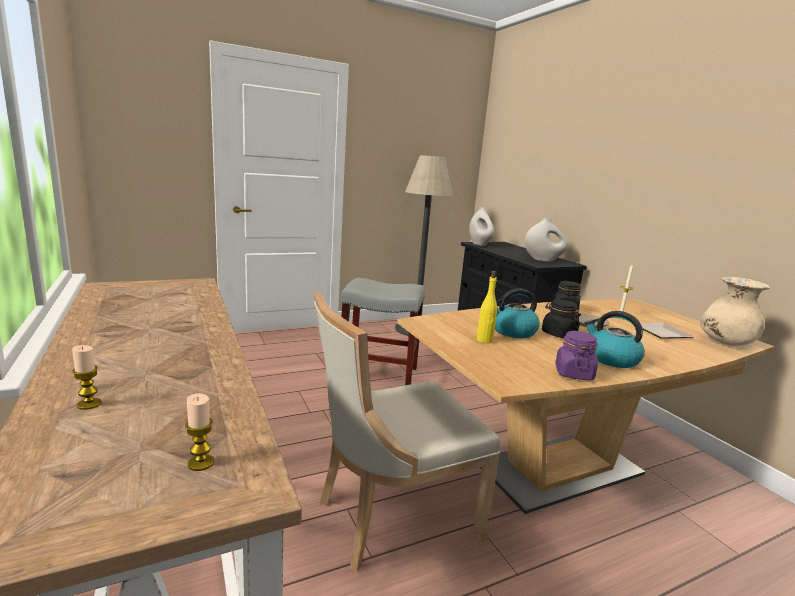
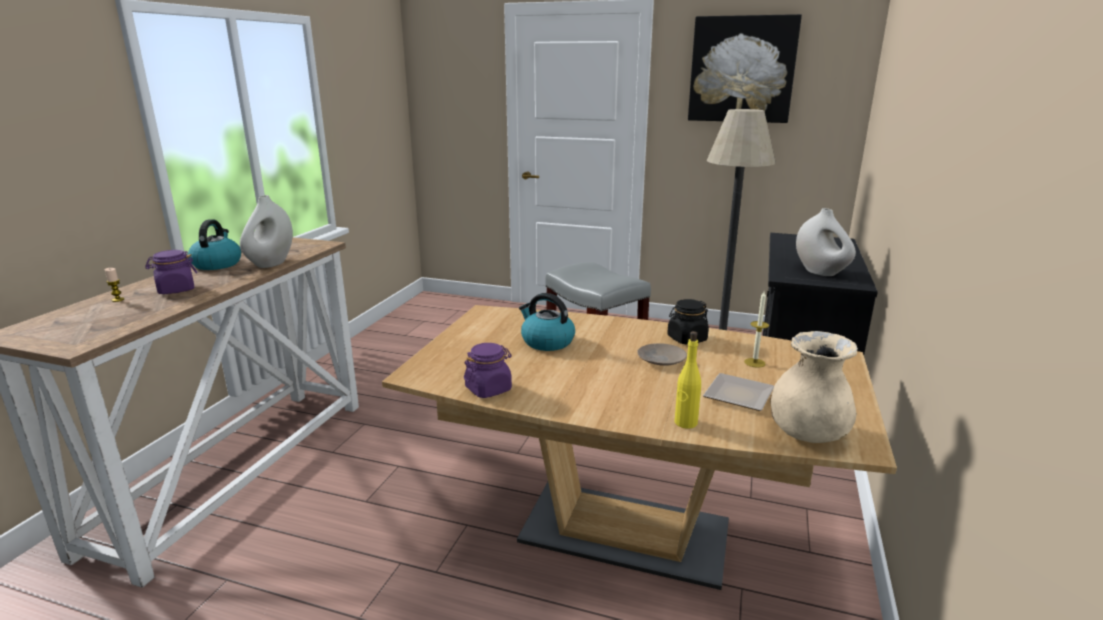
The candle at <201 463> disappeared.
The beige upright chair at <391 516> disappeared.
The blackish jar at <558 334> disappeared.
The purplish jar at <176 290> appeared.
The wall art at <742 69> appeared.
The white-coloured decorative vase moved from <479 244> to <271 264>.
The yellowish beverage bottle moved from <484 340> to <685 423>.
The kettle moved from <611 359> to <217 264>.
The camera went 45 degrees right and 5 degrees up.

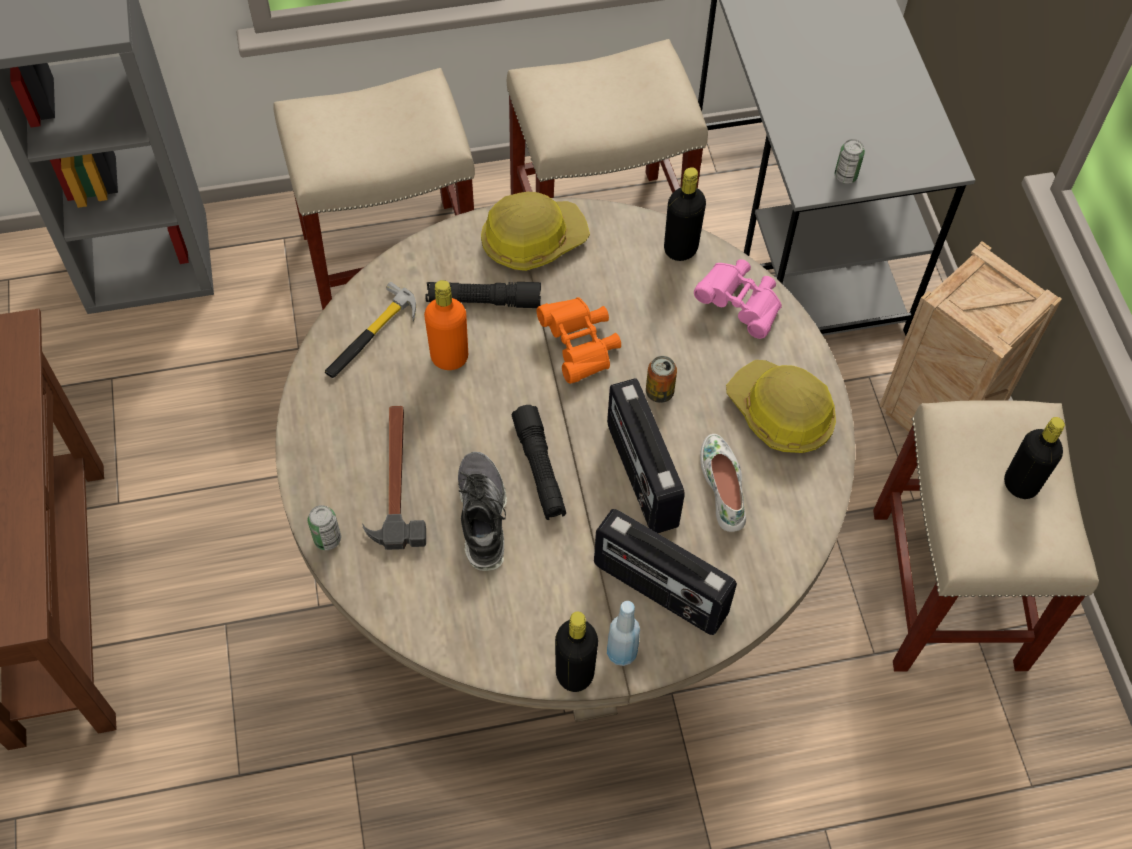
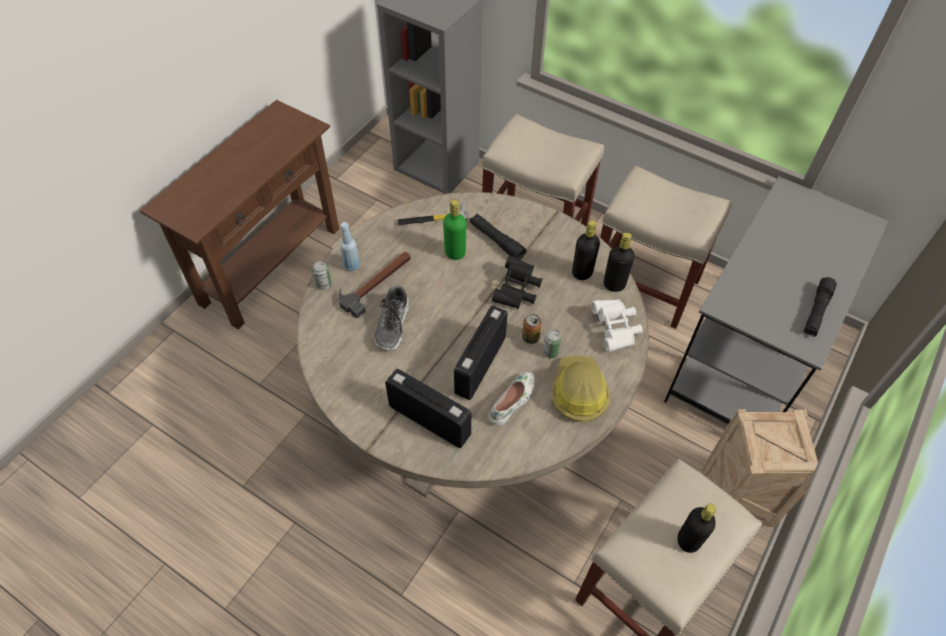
The work helmet at <532 239> disappeared.
The blackish torch moved from <539 469> to <816 311>.
The blackish beverage bottle moved from <574 673> to <582 273>.
The blue beverage bottle moved from <621 652> to <351 265>.
The can moved from <845 176> to <550 352>.
The orange beverage bottle at <449 357> became the greenish beverage bottle at <455 252>.
The orange pair of binoculars at <580 347> became the blackish pair of binoculars at <517 291>.
The pinkish pair of binoculars at <740 305> became the white-coloured pair of binoculars at <615 330>.
The shoe at <481 515> turned 150 degrees clockwise.
The radio set at <659 591> turned 135 degrees clockwise.
The camera went 45 degrees right and 5 degrees down.

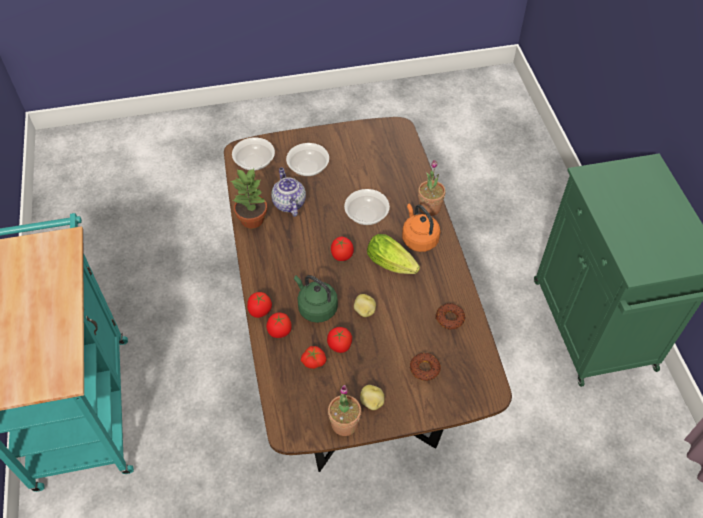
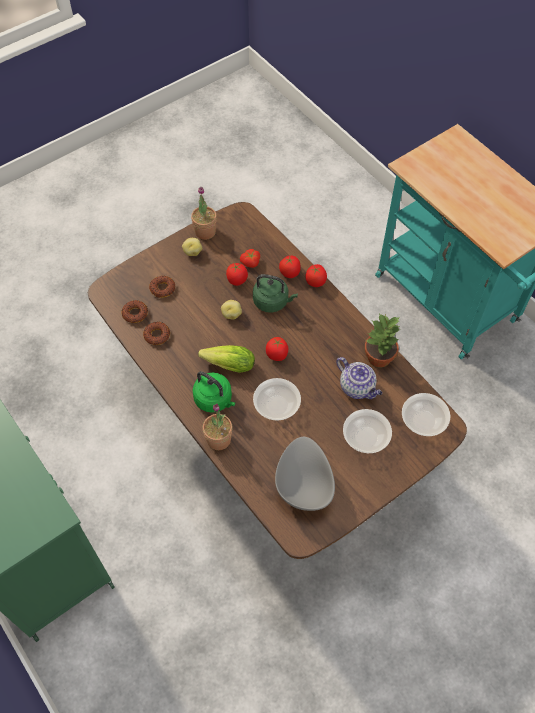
The doughnut at <135 313> appeared.
The gray bowl at <304 486> appeared.
The orange kettle at <419 239> became the greenish kettle at <214 400>.
The camera went 155 degrees right and 5 degrees up.

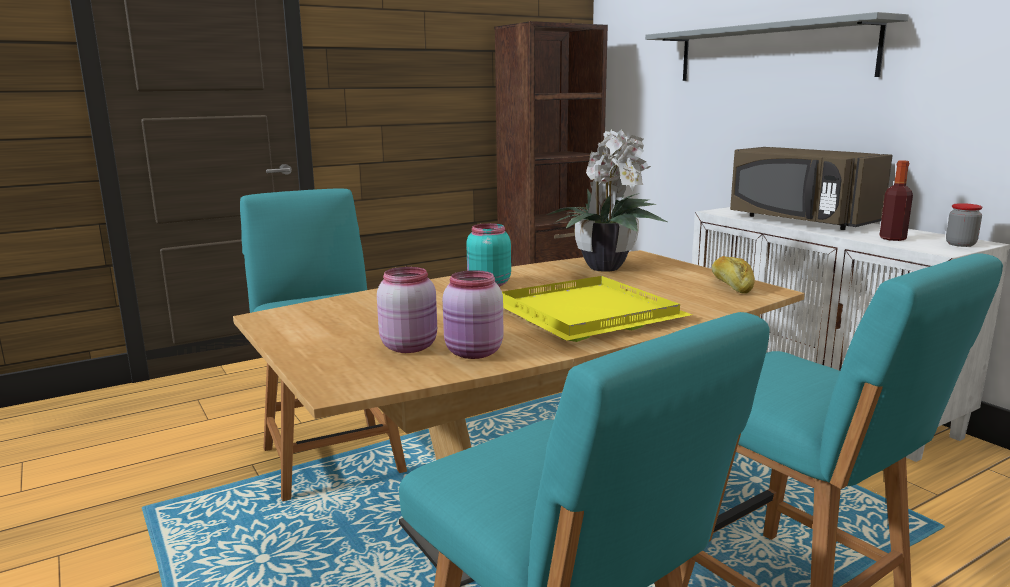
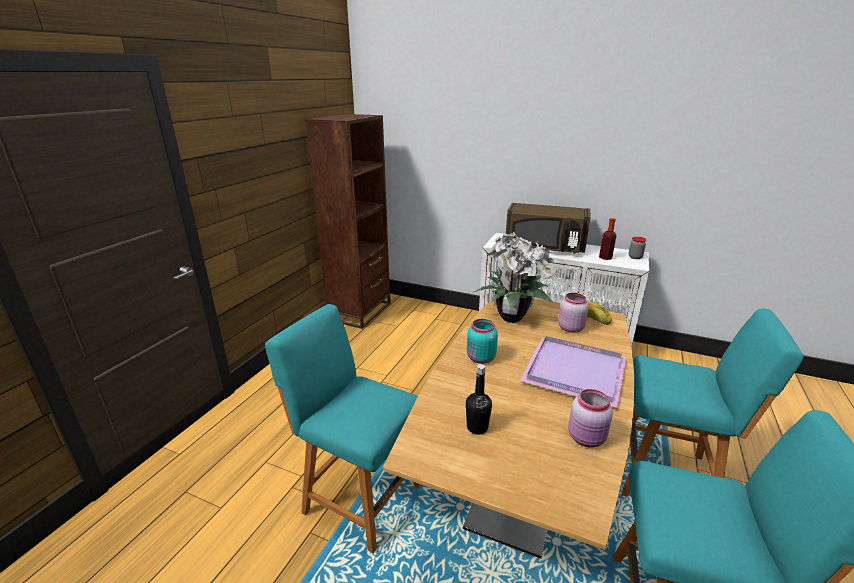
The gray shelf at <771 53> disappeared.
The blackish beverage bottle at <477 427> appeared.
The pinkish jar moved from <410 346> to <570 328>.
The yellowish carrying tray at <587 313> became the purplish carrying tray at <573 370>.
The camera went 35 degrees left and 10 degrees up.

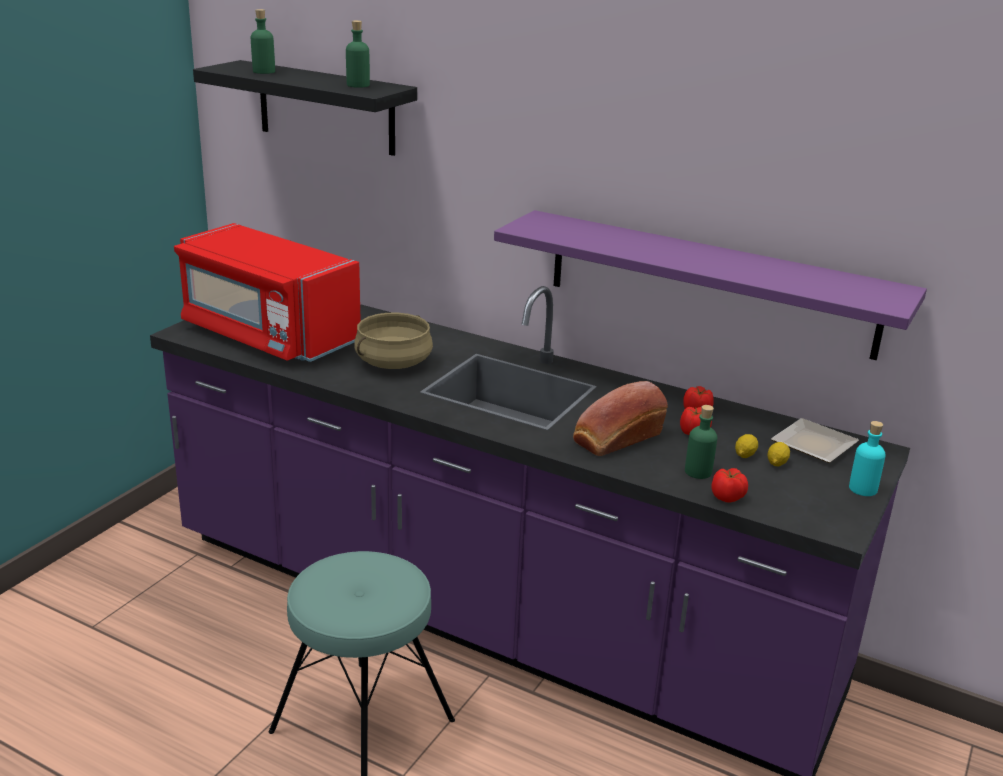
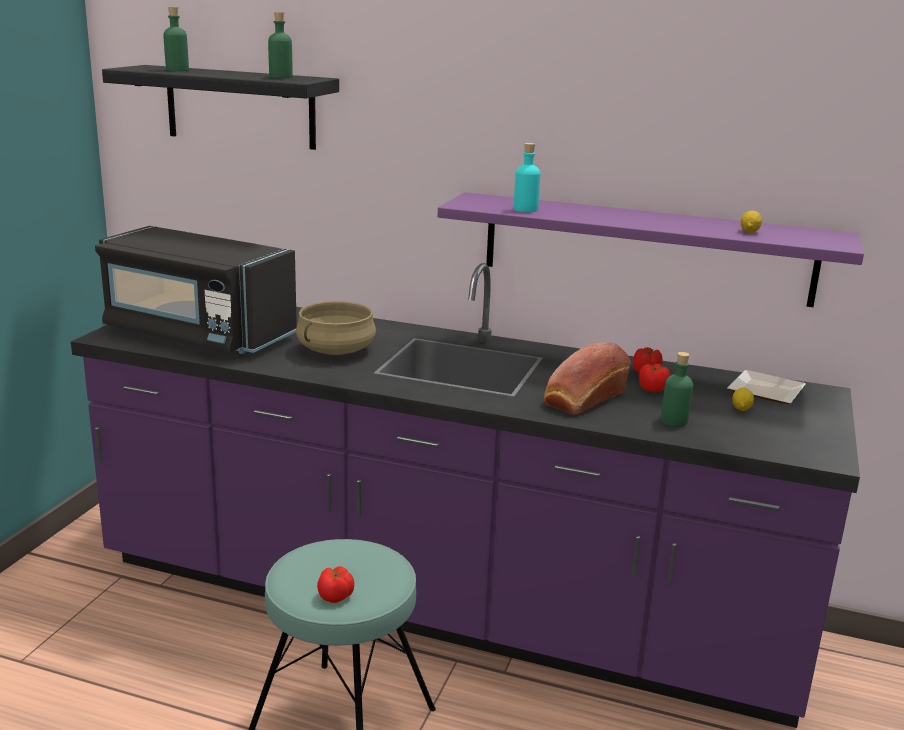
The tomato moved from <728 497> to <336 596>.
The whole lemon moved from <745 454> to <749 231>.
The turquoise-coloured beverage bottle moved from <862 489> to <525 209>.
The reddish kitchen microwave at <268 335> became the blackish kitchen microwave at <197 334>.
The camera went 10 degrees left and 5 degrees down.

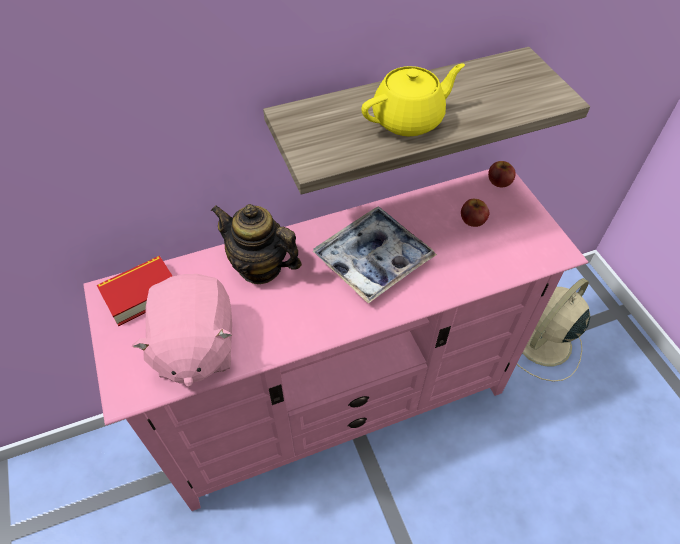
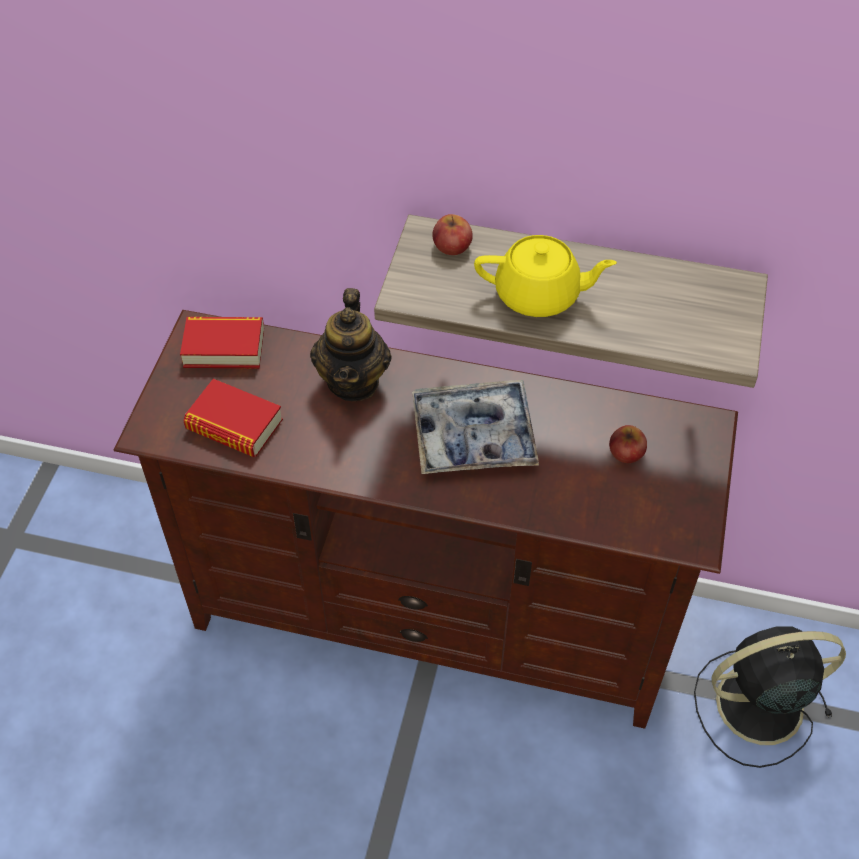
The apple moved from <499 181> to <452 245>.
The pinkish soft toy at <195 347> was replaced by the book at <234 425>.
The pinkish tv stand at <339 404> became the brownish tv stand at <431 617>.
The beige fan at <542 344> became the blackish fan at <755 705>.
The teapot at <260 267> turned 150 degrees counterclockwise.
The camera went 35 degrees right and 0 degrees up.

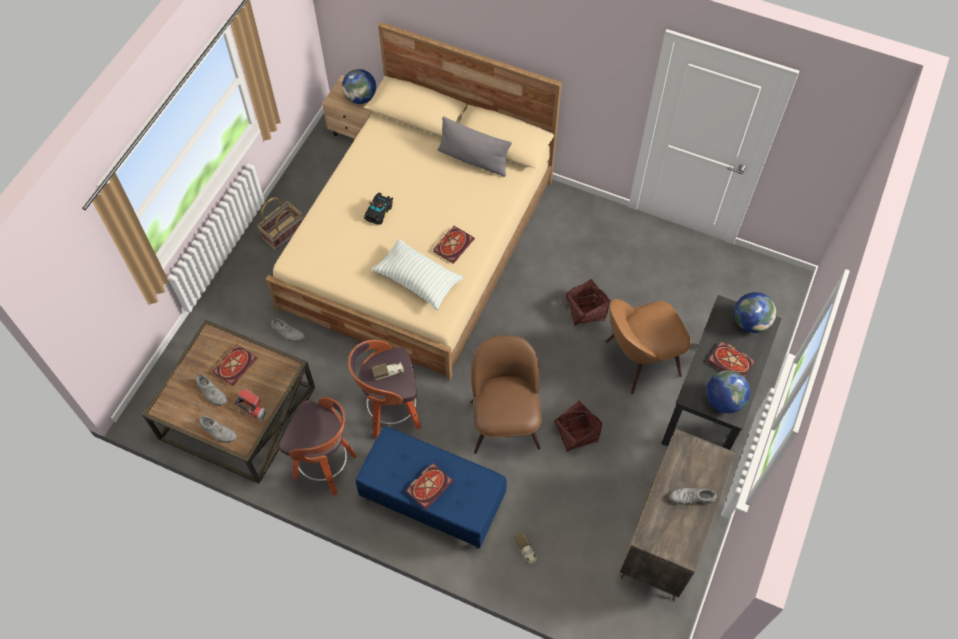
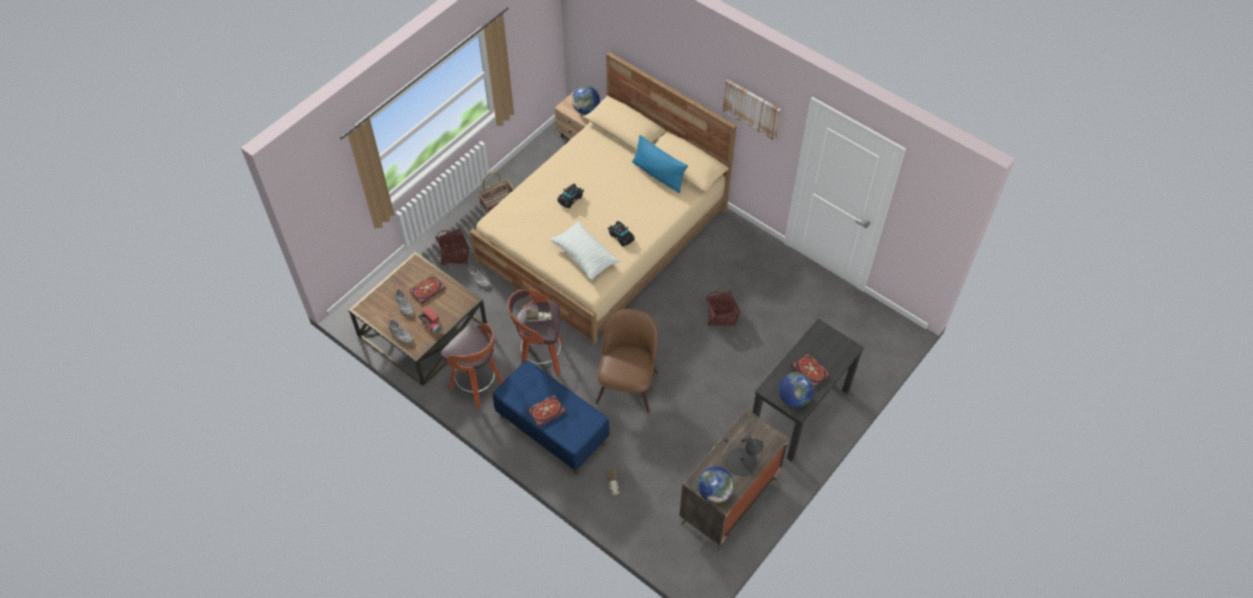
The brownish upright chair at <639 359> disappeared.
The wall art at <752 109> appeared.
The basket moved from <576 433> to <454 255>.
The world globe moved from <750 322> to <715 492>.
The book at <453 244> was replaced by the blackish model car at <621 236>.
The gray shoe at <692 497> was replaced by the blackish tabletop lamp at <742 462>.
The gray throw pillow at <473 159> became the blue throw pillow at <658 174>.
The camera went 15 degrees right and 5 degrees down.

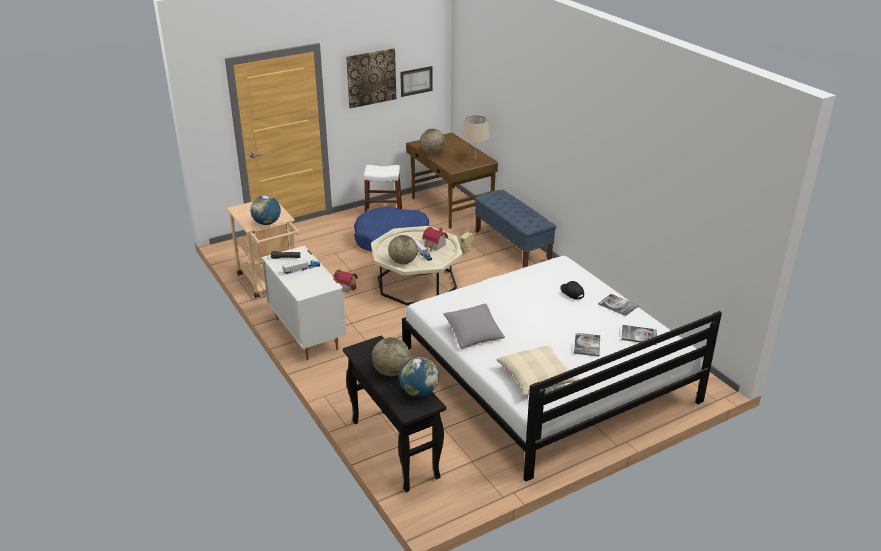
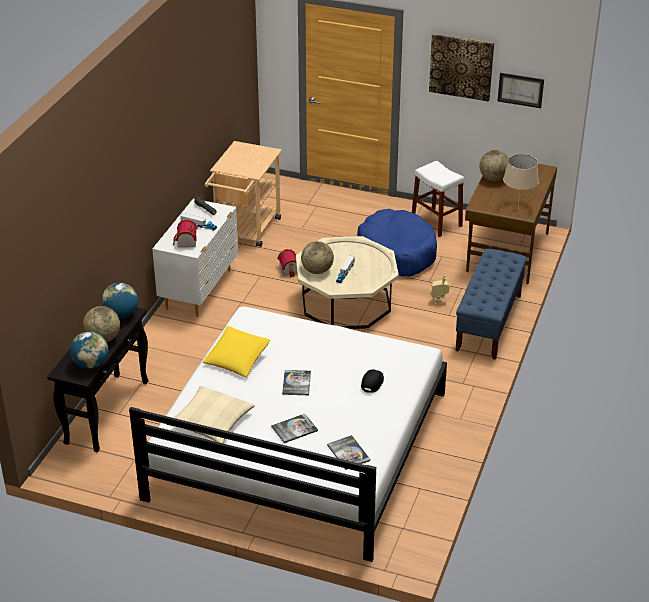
The world globe moved from <267 223> to <121 314>.
The miniature house moved from <434 246> to <185 242>.
The book moved from <618 305> to <296 383>.
The gray throw pillow at <473 333> became the yellowish throw pillow at <237 359>.
The camera went 50 degrees right and 5 degrees up.

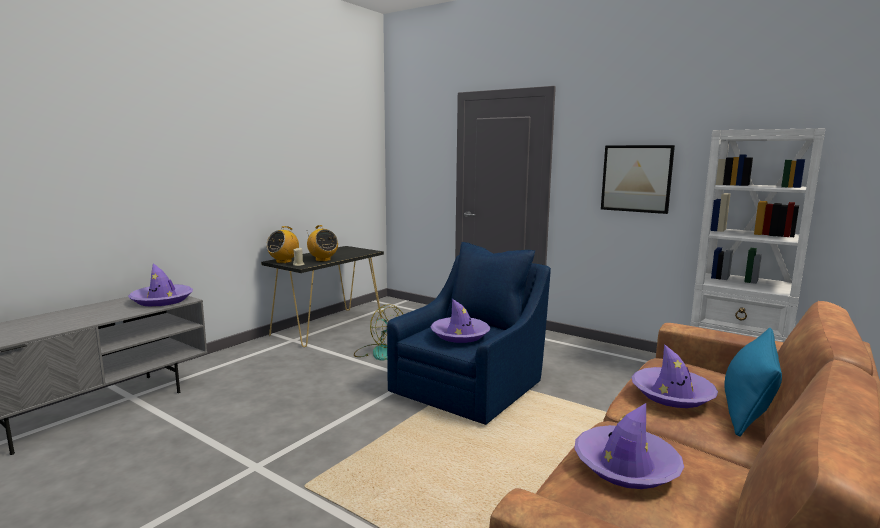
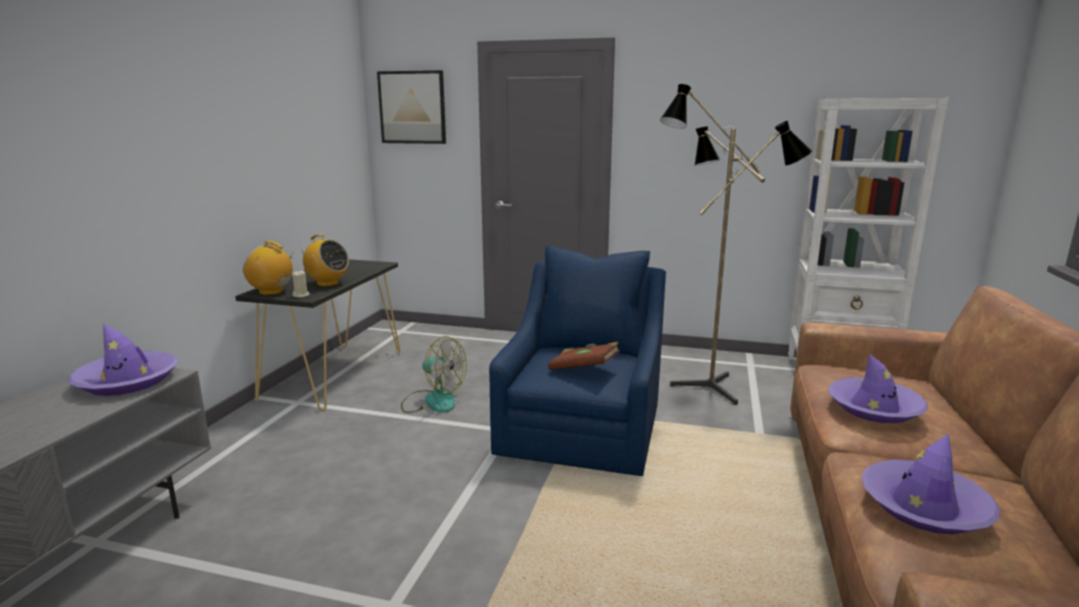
The blue throw pillow at <748 408> disappeared.
The standing lamp at <708 384> appeared.
The wall art moved from <636 178> to <412 107>.
The purplish clothing hat at <460 335> was replaced by the brownish book at <584 369>.
The radio set at <284 261> turned 90 degrees clockwise.
The camera went 20 degrees left and 5 degrees up.

